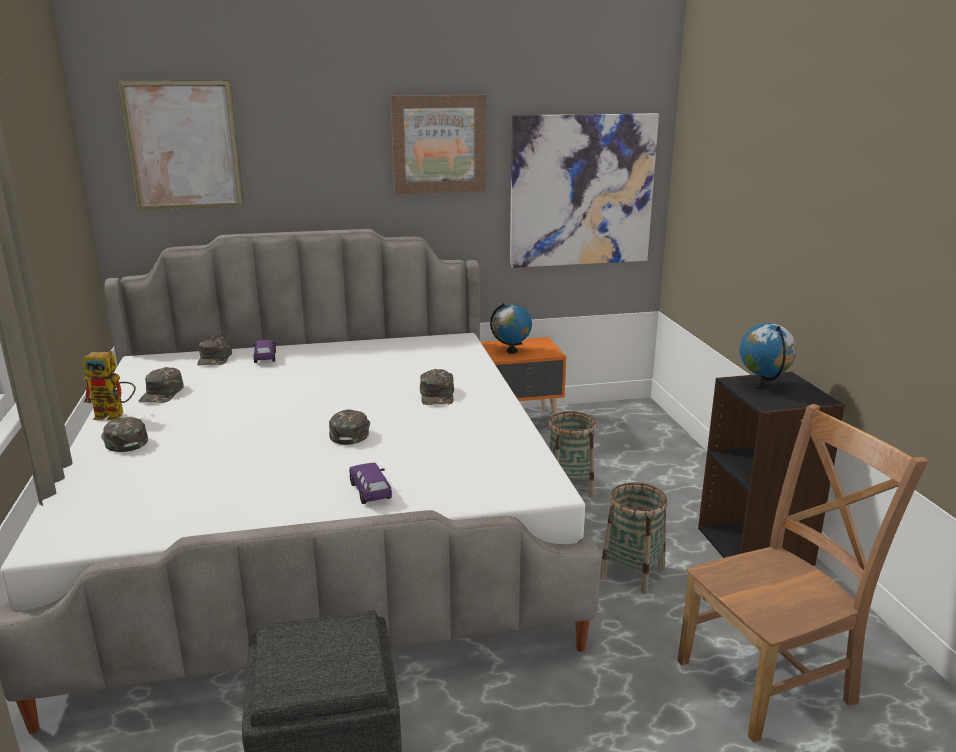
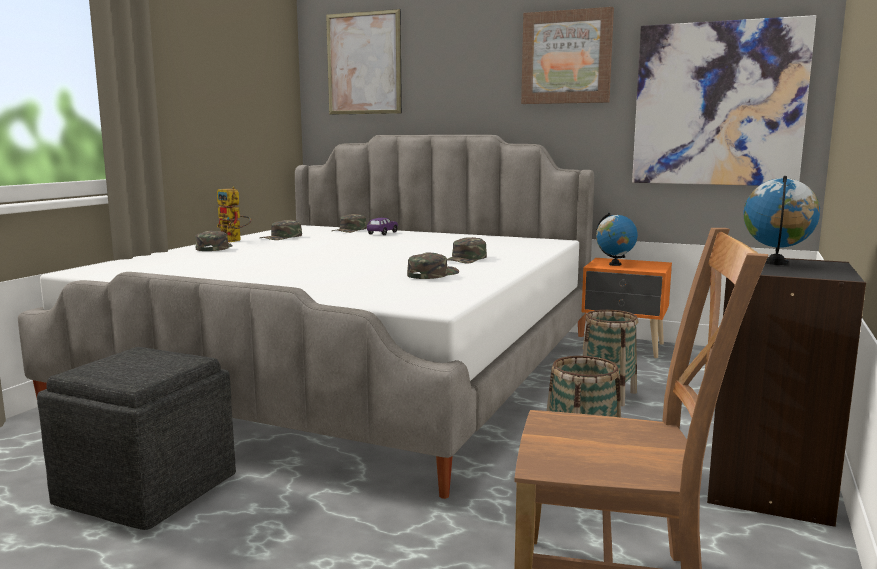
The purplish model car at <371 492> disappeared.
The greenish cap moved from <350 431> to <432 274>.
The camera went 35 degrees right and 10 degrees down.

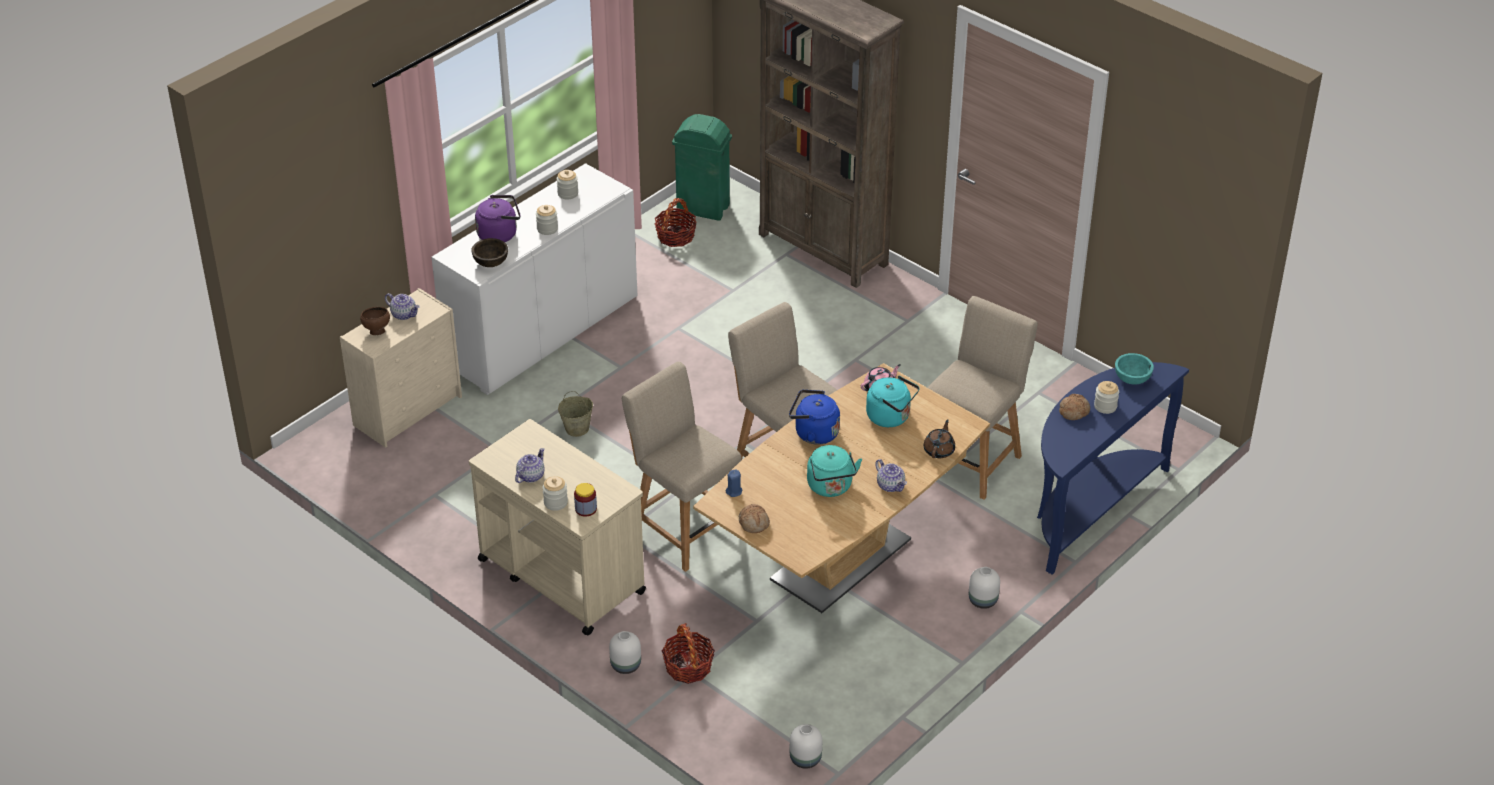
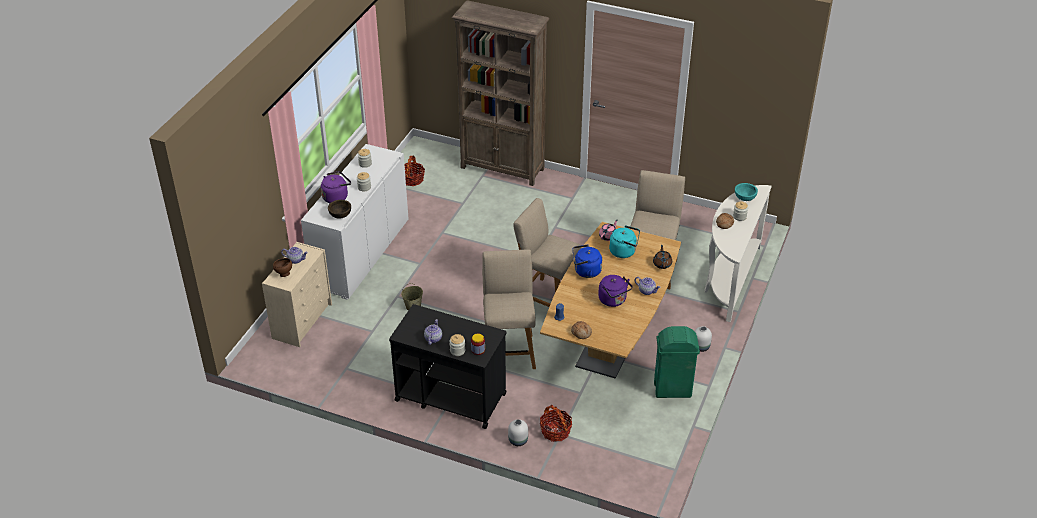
The white-coloured decorative vase at <805 760> disappeared.
The greenish trash can moved from <703 209> to <673 390>.
The beige trolley at <560 575> became the blackish trolley at <450 397>.
The turquoise-coloured kettle at <831 487> became the purplish kettle at <613 300>.
The blue narrow table at <1089 509> became the white-coloured narrow table at <729 280>.
The beige upright chair at <684 529> turned 60 degrees clockwise.
The camera went 20 degrees left and 0 degrees up.

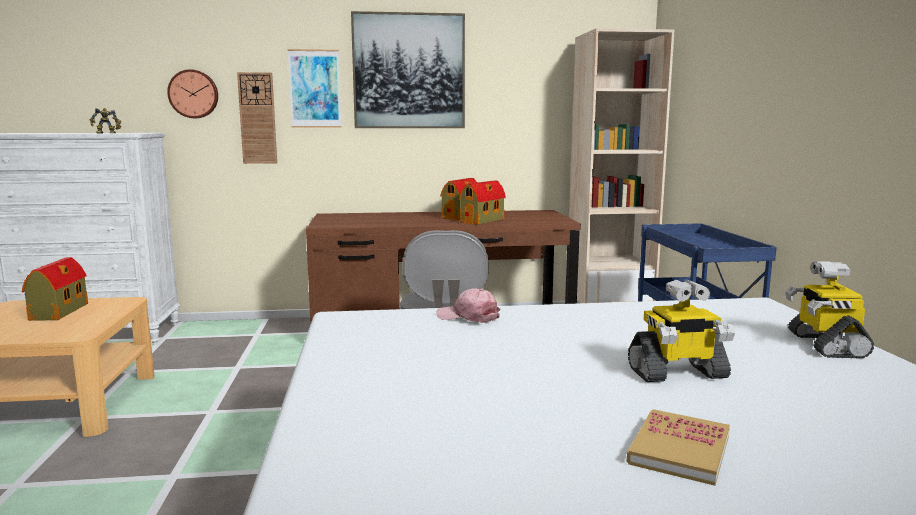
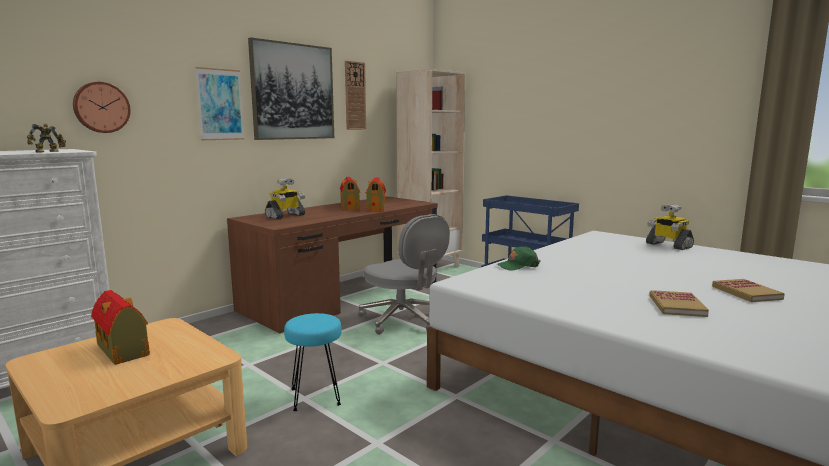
The turquoise-coloured stool at <316 396> appeared.
The book at <676 306> appeared.
The wall clock moved from <257 118> to <355 96>.
The toy robot moved from <677 373> to <285 216>.
The pinkish cap at <468 316> became the greenish cap at <518 266>.
The camera went 40 degrees left and 0 degrees up.

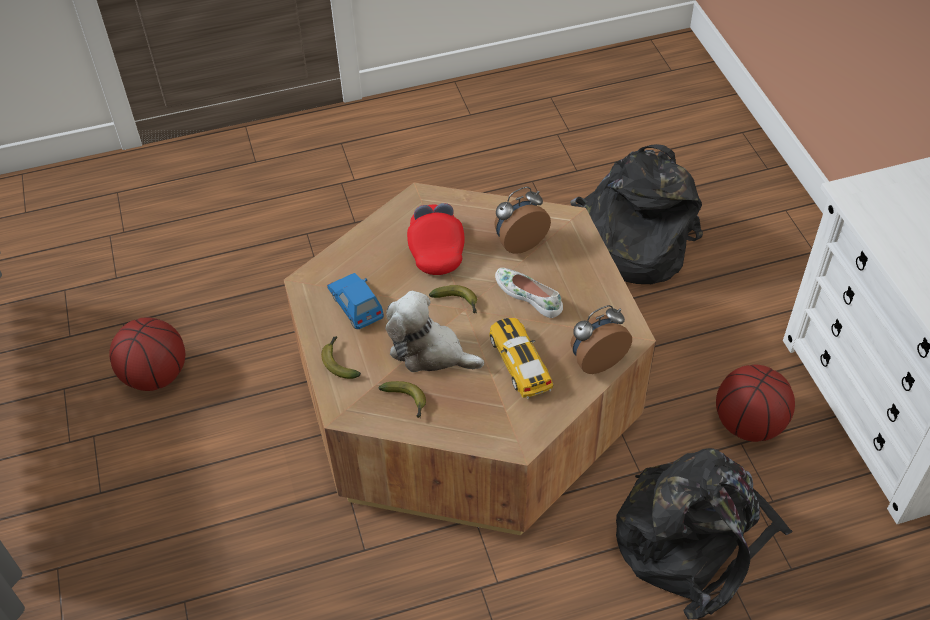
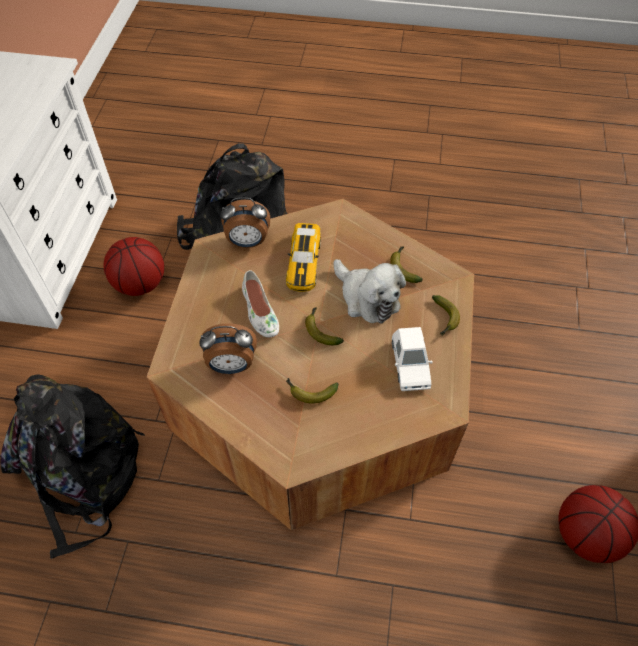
The reddish cap at <436 249> was replaced by the banana fruit at <309 392>.
The blue model car at <356 305> became the white-coloured model car at <410 364>.
The camera went 155 degrees left and 5 degrees up.

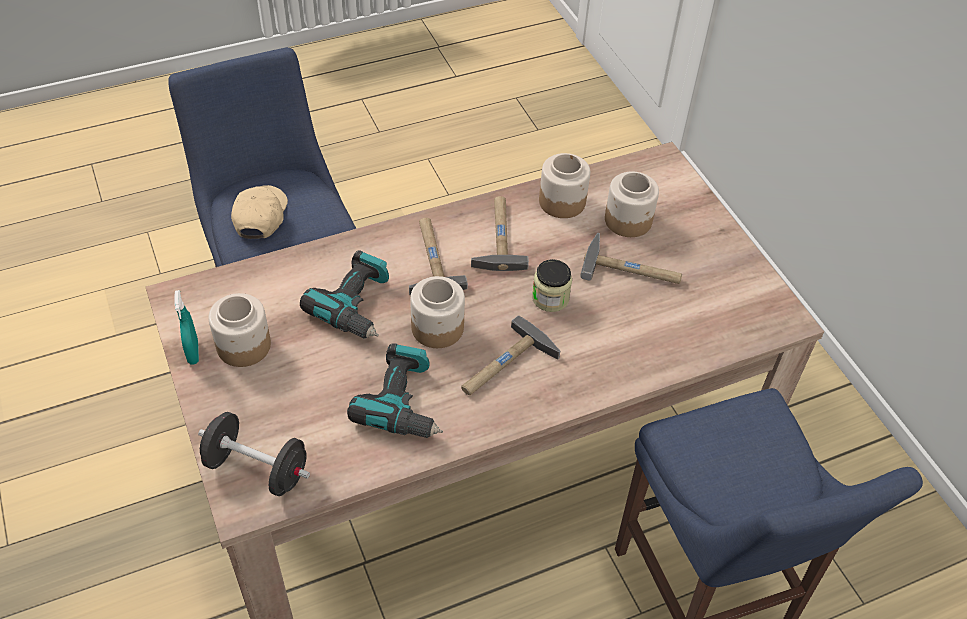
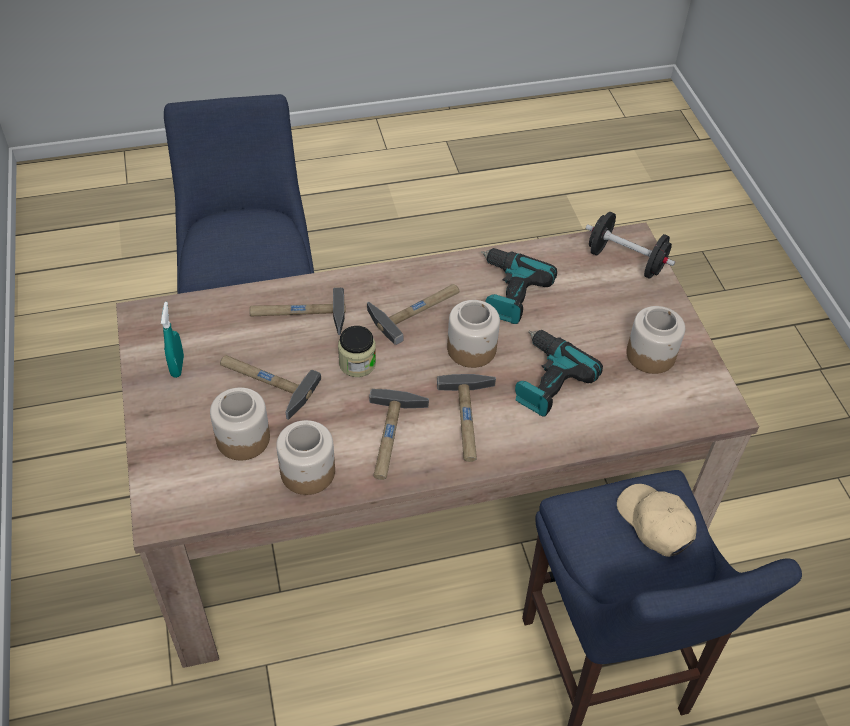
The tool hammer at <298 315> appeared.
The turquoise-coloured hand sprayer moved from <193 353> to <177 366>.
The beige cap at <260 216> turned 135 degrees clockwise.
The camera went 170 degrees left and 0 degrees up.

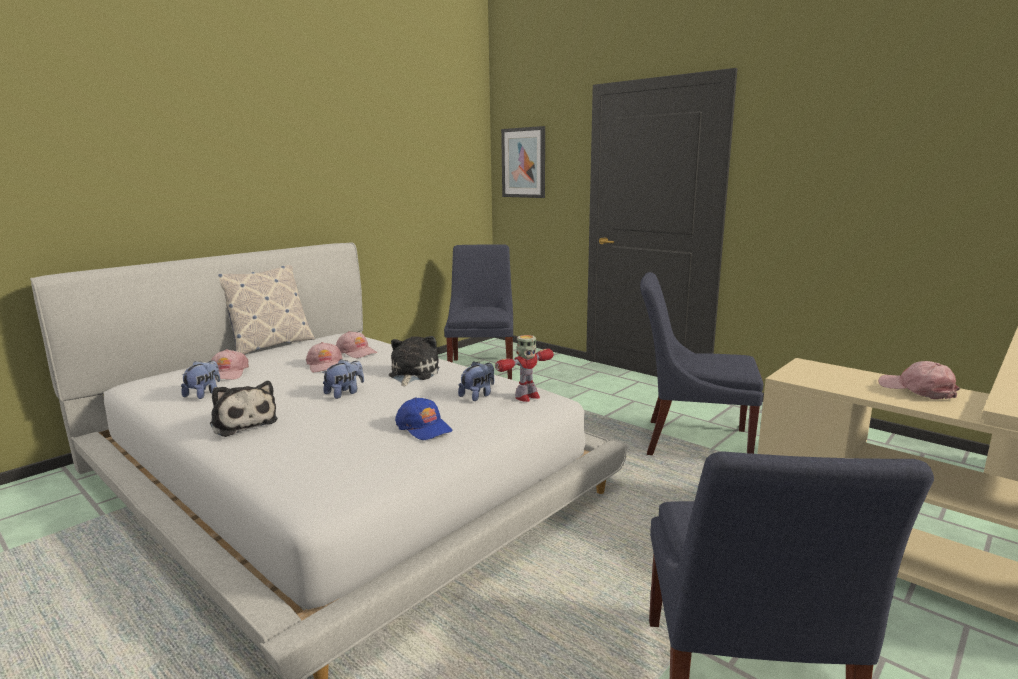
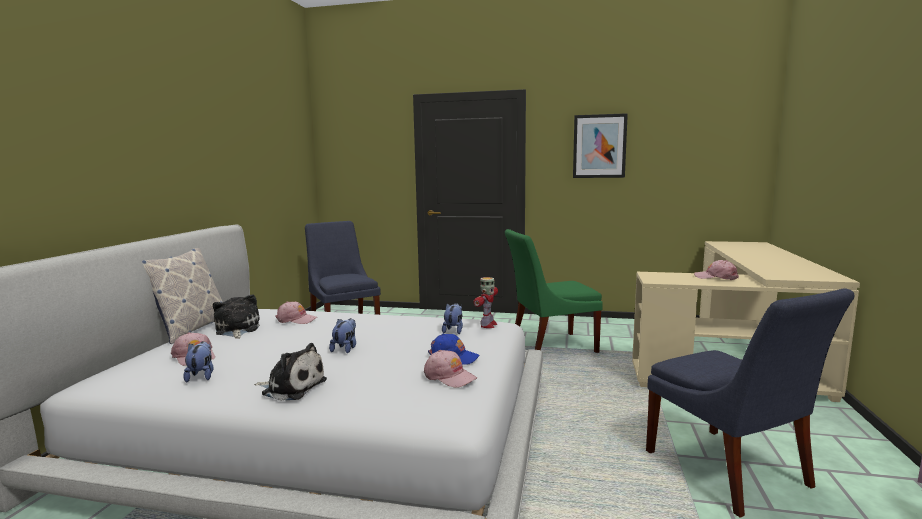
The pinkish cap moved from <325 365> to <449 376>.
The soft toy moved from <412 374> to <237 329>.
The wall art moved from <523 163> to <599 146>.
The blue upright chair at <690 441> became the greenish upright chair at <549 346>.
The camera went 30 degrees left and 5 degrees down.

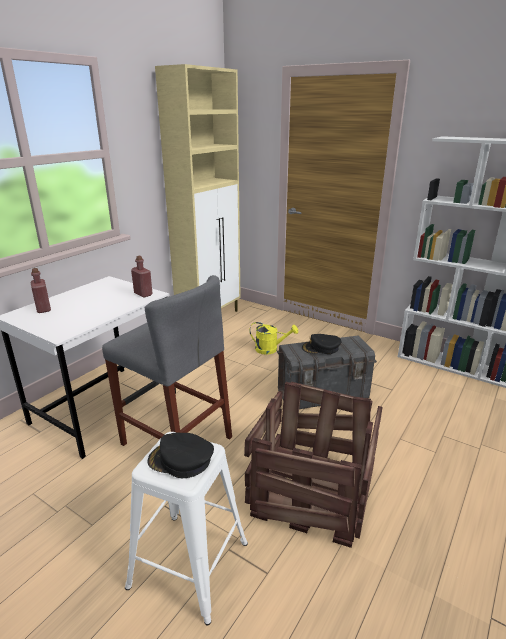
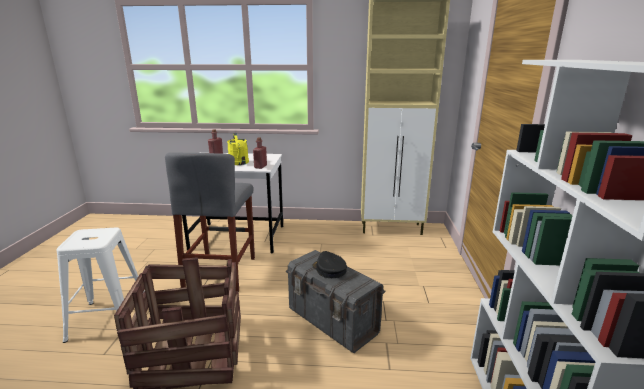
The blackish cap at <181 460> disappeared.
The yellowish sprinkling can moved from <270 349> to <239 163>.
The camera went 60 degrees right and 5 degrees down.

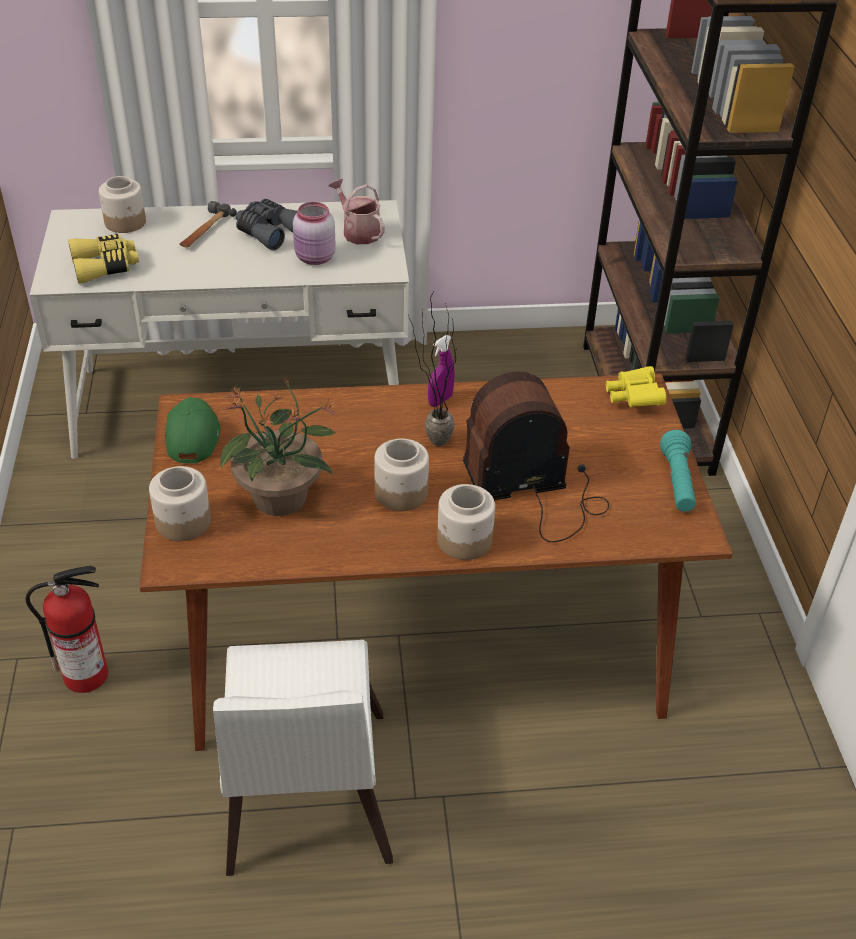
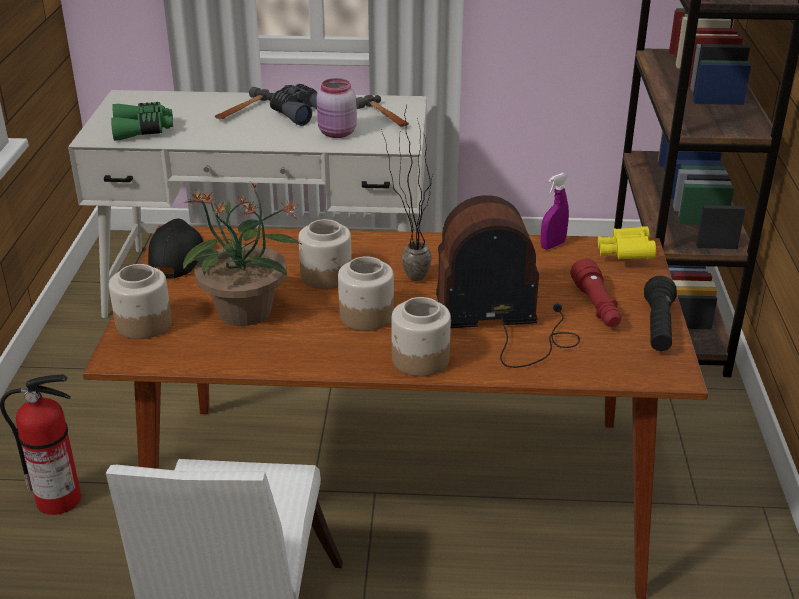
The reddish torch at <596 306> appeared.
The jar moved from <126 222> to <327 276>.
The purplish hand sprayer moved from <440 401> to <552 245>.
The sprinkling can at <358 232> was replaced by the tool hammer at <383 116>.
The yellowish pair of binoculars at <105 266> became the greenish pair of binoculars at <143 130>.
The greenish cap at <192 436> became the blackish cap at <177 257>.
The turquoise-coloured torch at <677 482> became the blackish torch at <658 327>.
The camera went 10 degrees right and 10 degrees down.

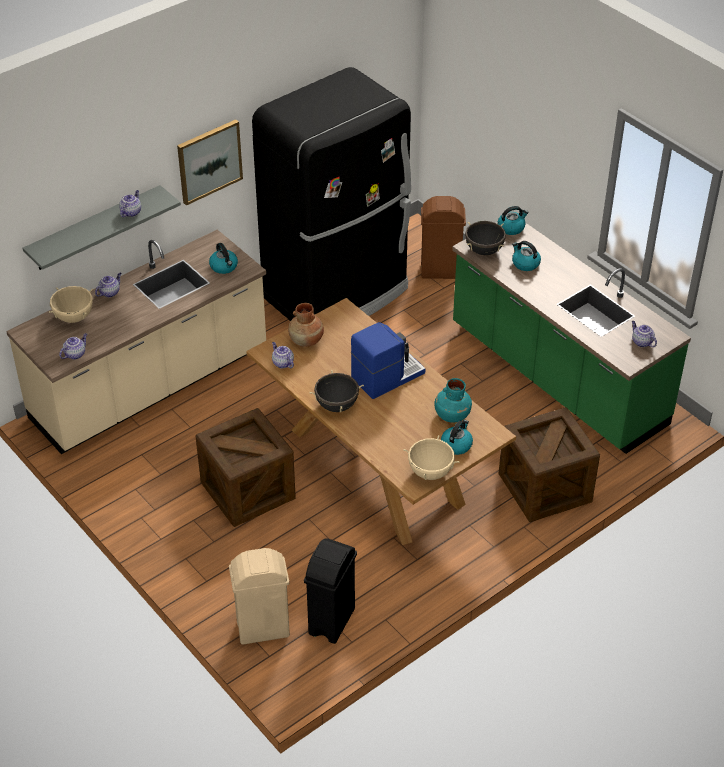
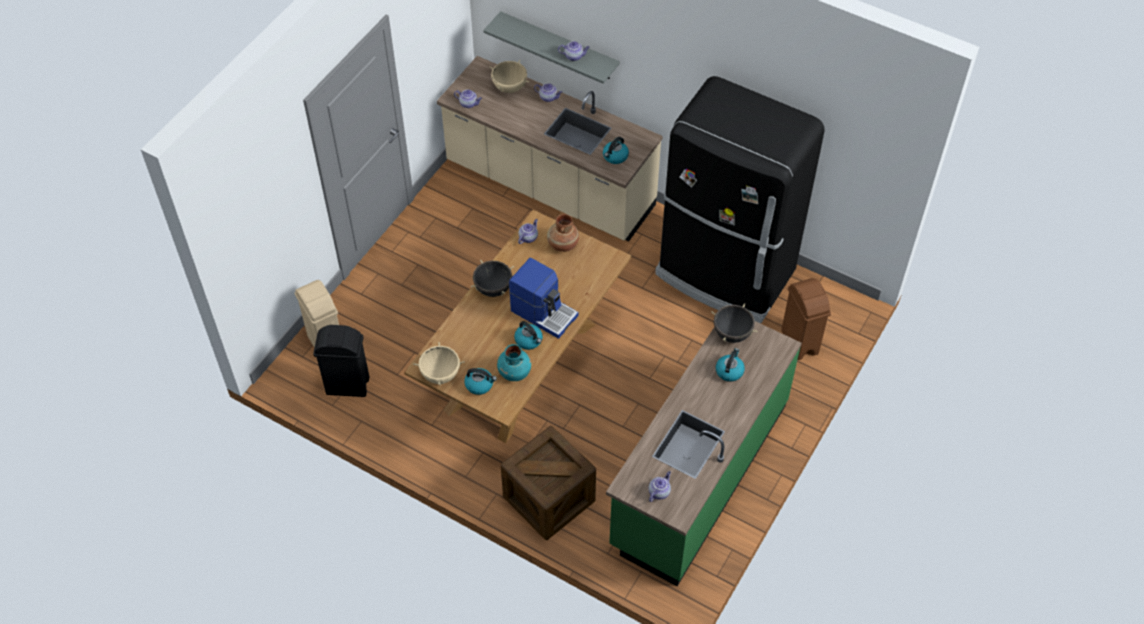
The wall art at <209 161> disappeared.
The crate at <248 490> disappeared.
The kettle moved from <511 228> to <529 340>.
The camera went 70 degrees right and 10 degrees up.

